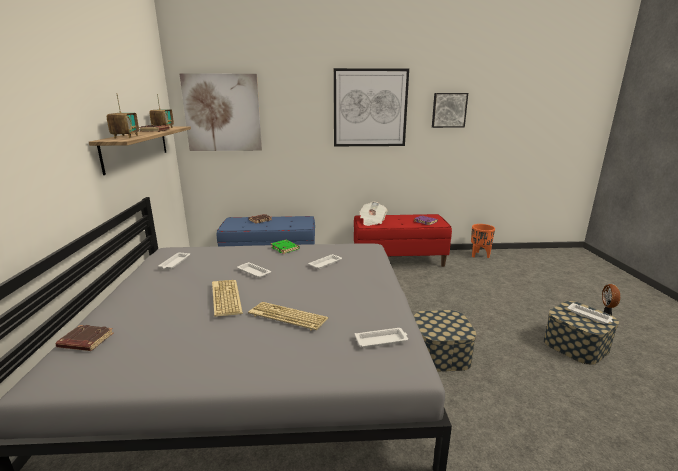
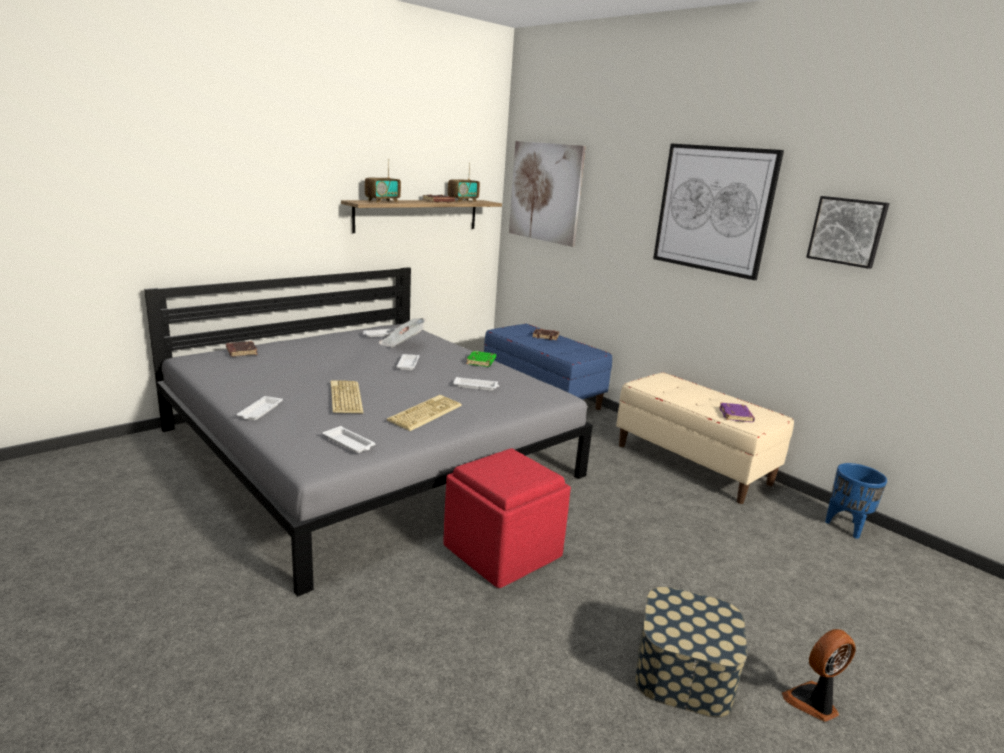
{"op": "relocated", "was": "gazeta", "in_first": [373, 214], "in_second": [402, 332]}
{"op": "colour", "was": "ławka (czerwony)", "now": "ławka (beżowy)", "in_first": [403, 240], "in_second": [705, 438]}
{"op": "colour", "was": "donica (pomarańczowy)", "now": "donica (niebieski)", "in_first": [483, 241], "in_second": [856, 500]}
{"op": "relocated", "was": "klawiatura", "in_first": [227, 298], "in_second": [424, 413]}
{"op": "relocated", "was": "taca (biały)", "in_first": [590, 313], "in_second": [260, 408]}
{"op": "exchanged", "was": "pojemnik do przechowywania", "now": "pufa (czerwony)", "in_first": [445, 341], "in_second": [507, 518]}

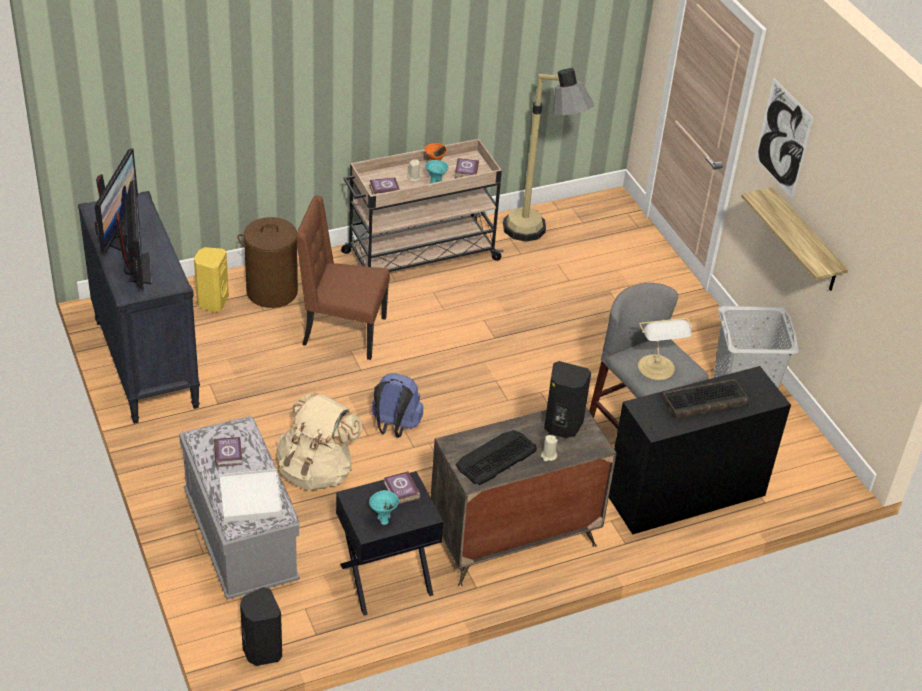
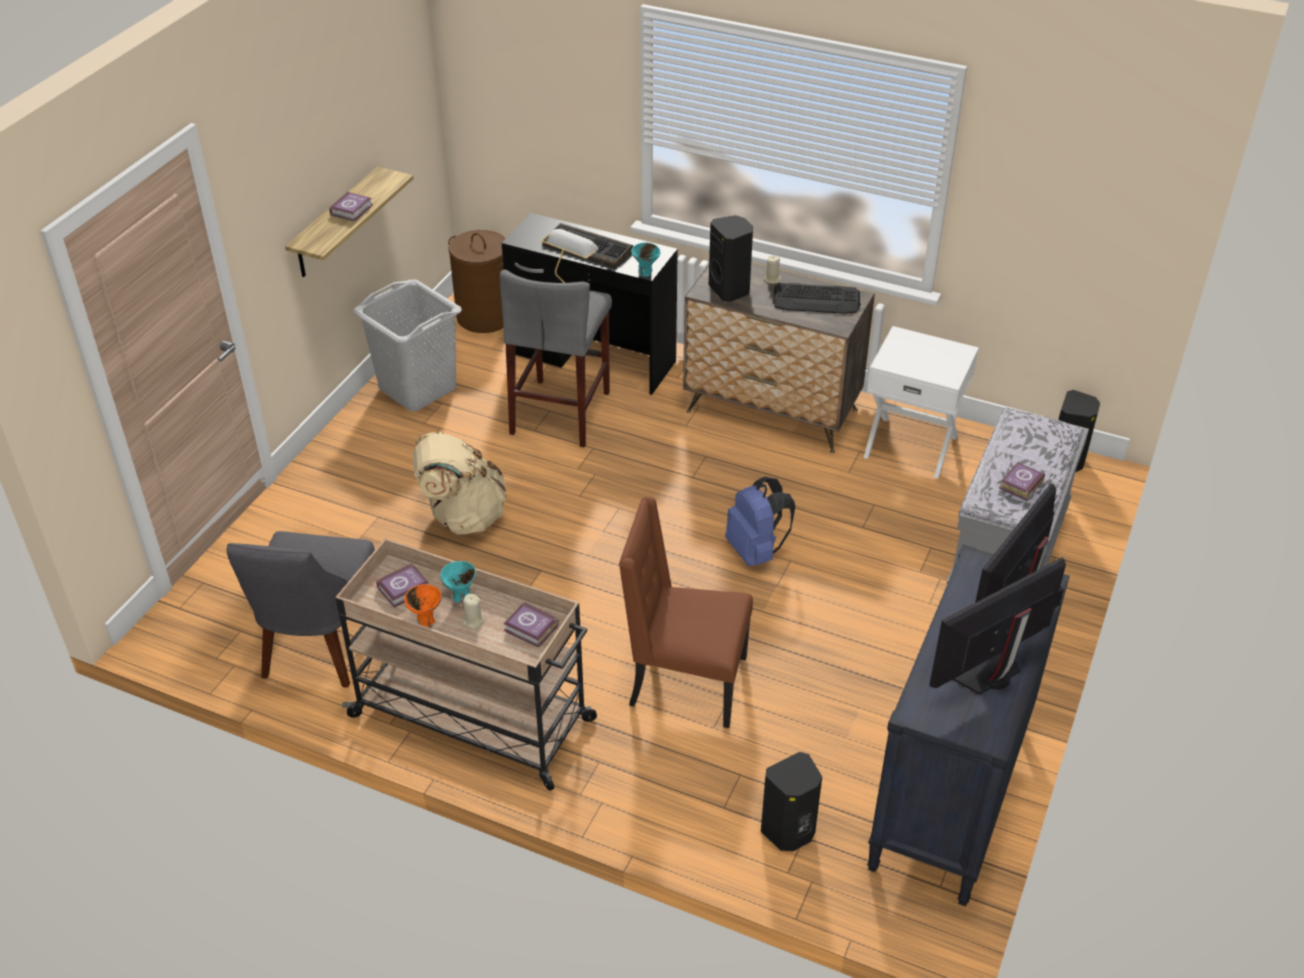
{"op": "exchanged", "was": "lampa stojąca", "now": "krzesło (szary)", "in_first": [549, 155], "in_second": [300, 609]}
{"op": "missing", "was": "obraz", "in_first": [784, 138]}
{"op": "spun", "was": "krzesło (brązowy)", "in_first": [343, 278], "in_second": [686, 612], "clockwise": 135}
{"op": "relocated", "was": "kosz na pranie (brązowy)", "in_first": [268, 262], "in_second": [477, 281]}
{"op": "colour", "was": "głośnik (żółty)", "now": "głośnik (czarny)", "in_first": [211, 280], "in_second": [791, 801]}
{"op": "relocated", "was": "plecak (beżowy)", "in_first": [319, 441], "in_second": [460, 483]}
{"op": "missing", "was": "taca (biały)", "in_first": [250, 496]}
{"op": "colour", "was": "szafka nocna (czarny)", "now": "szafka nocna (biały)", "in_first": [389, 543], "in_second": [921, 402]}
{"op": "relocated", "was": "książka", "in_first": [401, 488], "in_second": [351, 206]}
{"op": "relocated", "was": "miska (turkusowy)", "in_first": [384, 507], "in_second": [645, 259]}

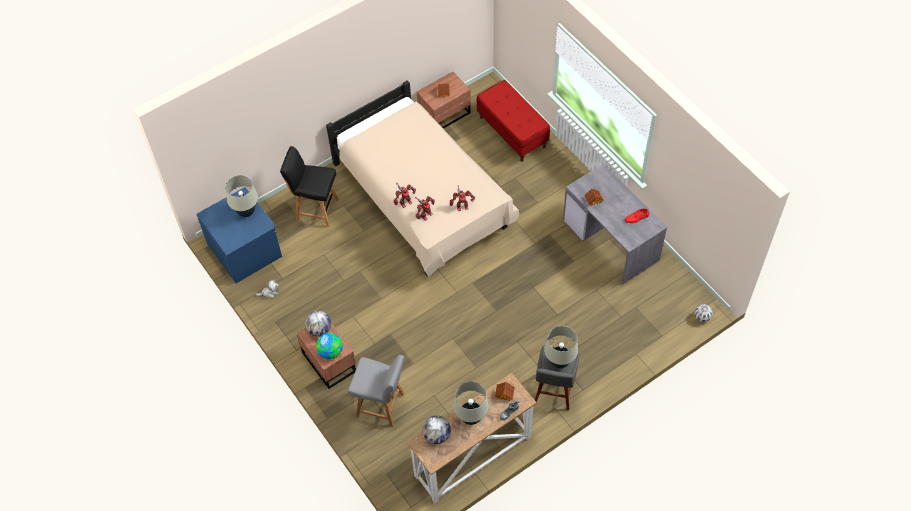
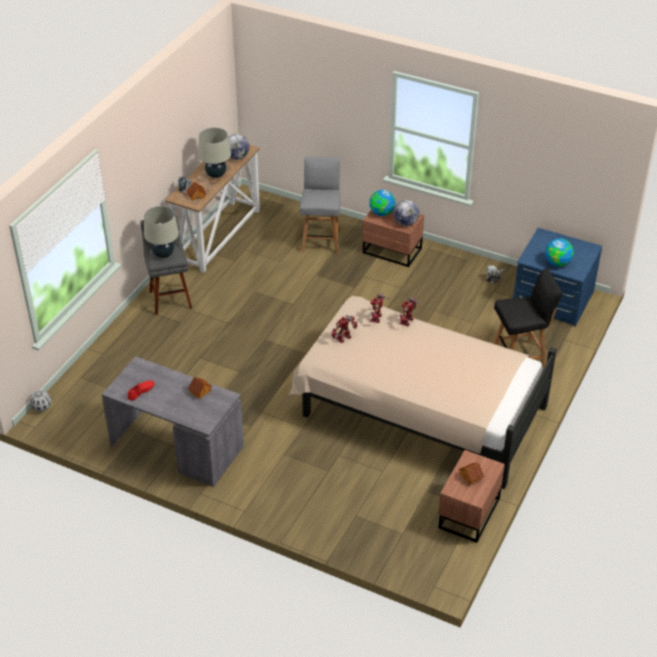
{"op": "missing", "was": "ławka (czerwony)", "in_first": [513, 121]}
{"op": "exchanged", "was": "lampa stołowa (beżowy)", "now": "globus", "in_first": [241, 196], "in_second": [559, 252]}
{"op": "spun", "was": "krzesło (szary)", "in_first": [376, 391], "in_second": [320, 205], "clockwise": 105}

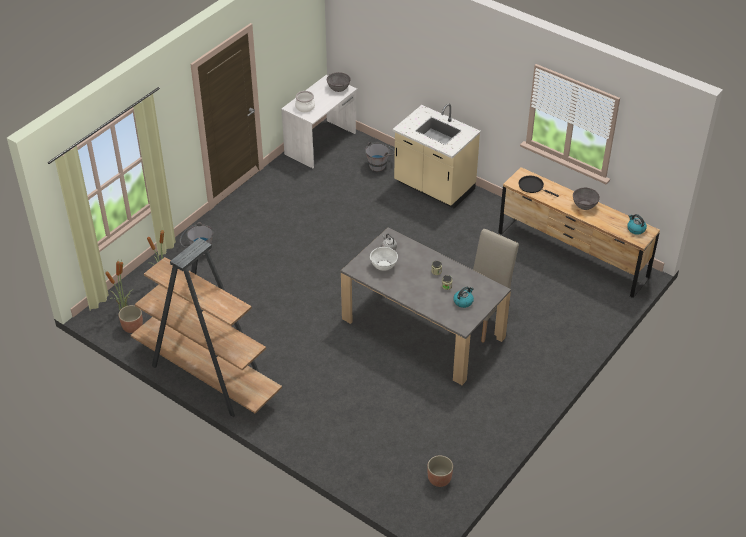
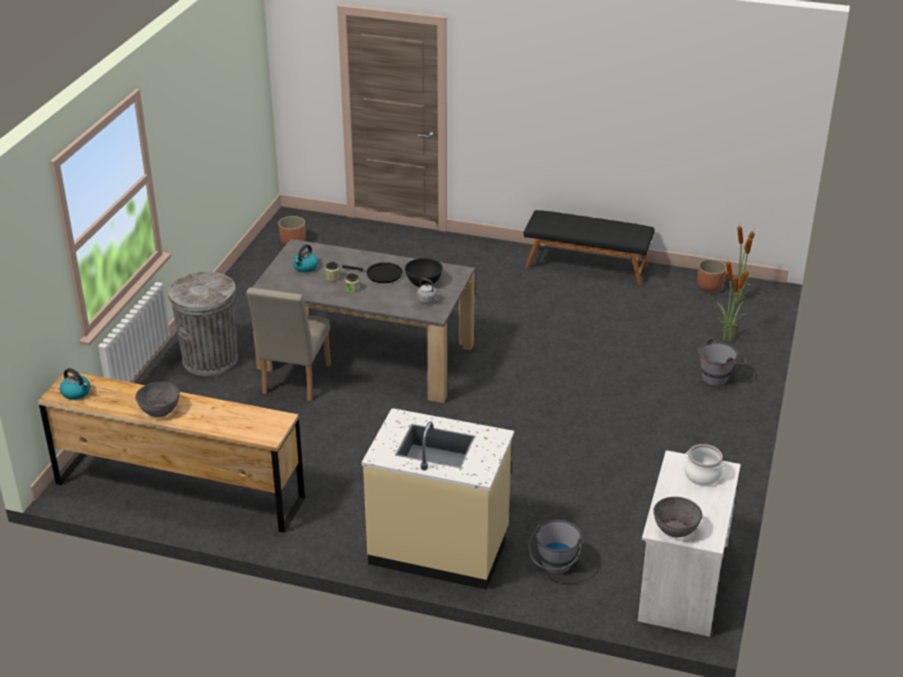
{"op": "relocated", "was": "patelnia (czarny)", "in_first": [539, 186], "in_second": [372, 272]}
{"op": "exchanged", "was": "regał (brązowy)", "now": "ławka (czarny)", "in_first": [206, 327], "in_second": [589, 248]}
{"op": "colour", "was": "miska (biały)", "now": "miska (czarny)", "in_first": [384, 259], "in_second": [424, 272]}
{"op": "appeared", "now": "kosz na śmieci (szary)", "in_second": [203, 324]}

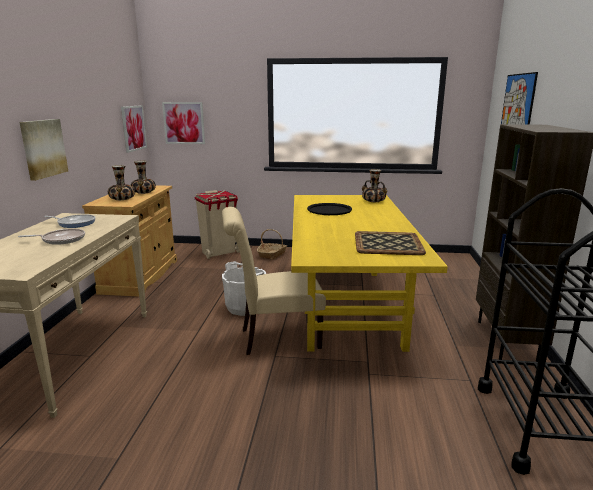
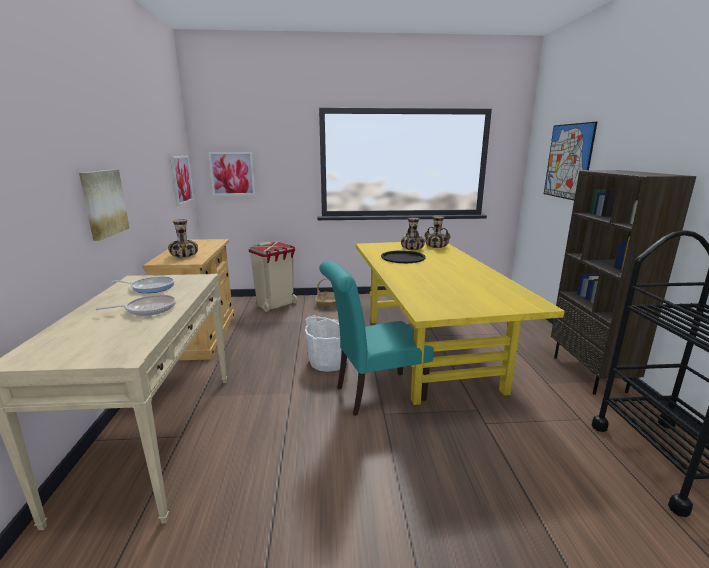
{"op": "relocated", "was": "wazon", "in_first": [143, 177], "in_second": [413, 233]}
{"op": "colour", "was": "krzesło (beżowy)", "now": "krzesło (turkusowy)", "in_first": [274, 281], "in_second": [376, 338]}
{"op": "missing", "was": "taca", "in_first": [390, 243]}

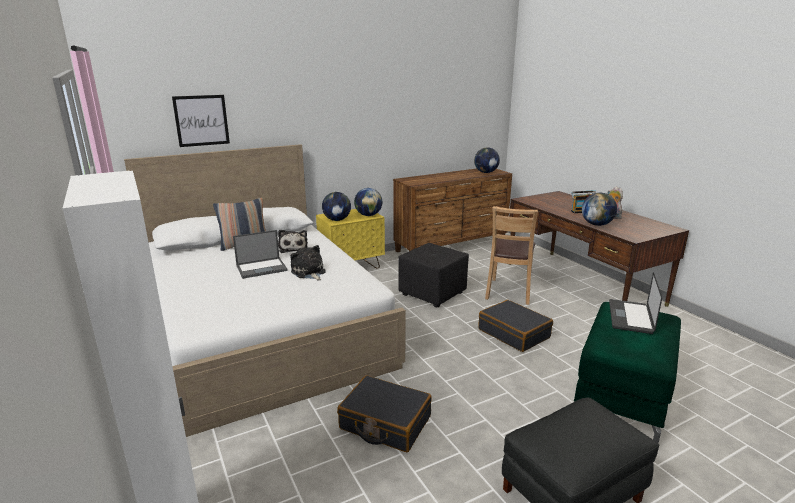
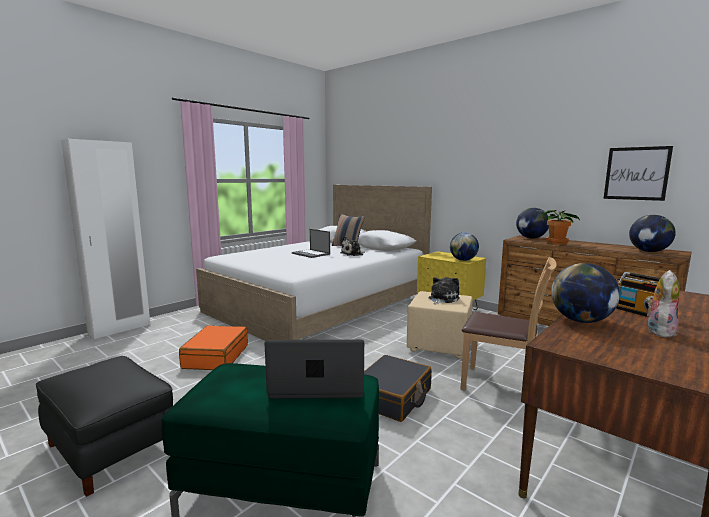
{"op": "relocated", "was": "obraz", "in_first": [201, 121], "in_second": [638, 173]}
{"op": "relocated", "was": "globus", "in_first": [336, 206], "in_second": [532, 223]}
{"op": "spun", "was": "krzesło (brązowy)", "in_first": [511, 255], "in_second": [509, 324], "clockwise": -150}
{"op": "colour", "was": "pufa (czarny)", "now": "pufa (beżowy)", "in_first": [433, 275], "in_second": [440, 325]}
{"op": "relocated", "was": "pluszak", "in_first": [308, 263], "in_second": [444, 291]}
{"op": "colour", "was": "walizka (czarny)", "now": "walizka (pomarańczowy)", "in_first": [384, 413], "in_second": [213, 348]}
{"op": "appeared", "now": "roślina doniczkowa", "in_second": [562, 227]}

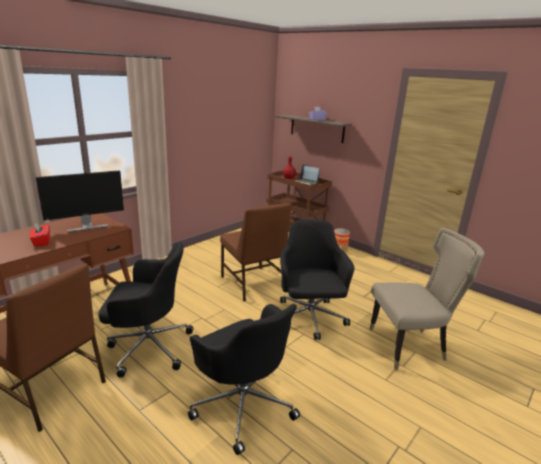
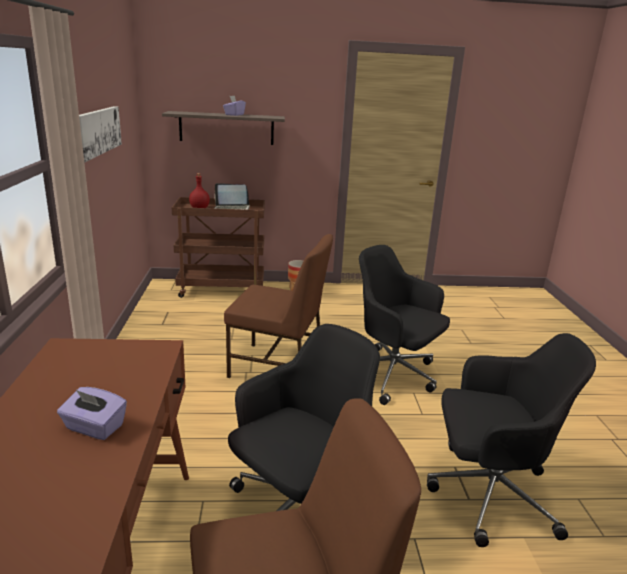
{"op": "missing", "was": "monitor", "in_first": [80, 201]}
{"op": "colour", "was": "pudełko chusteczek (czerwony)", "now": "pudełko chusteczek (fioletowy)", "in_first": [40, 234], "in_second": [92, 413]}
{"op": "missing", "was": "krzesło (beżowy)", "in_first": [427, 298]}
{"op": "appeared", "now": "obraz", "in_second": [100, 134]}

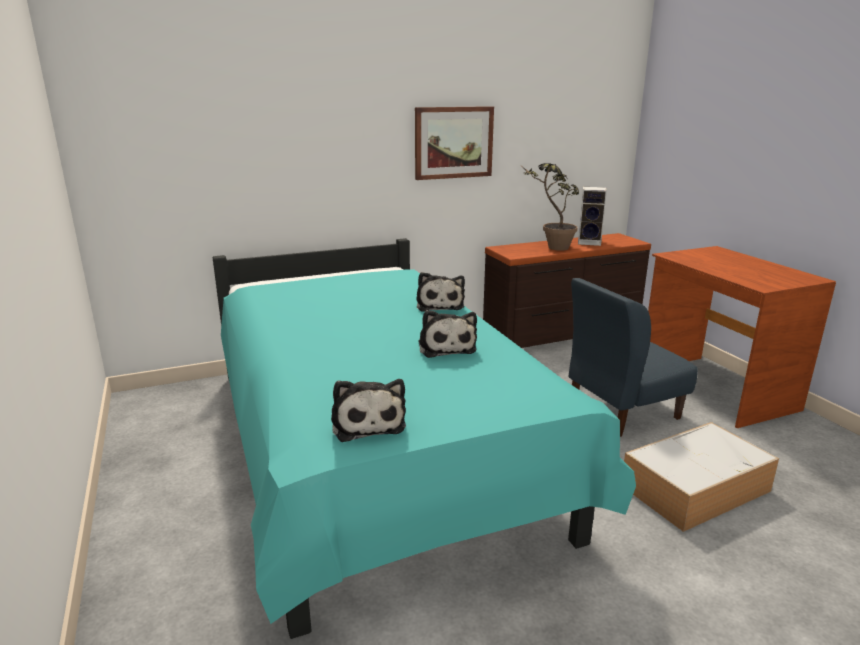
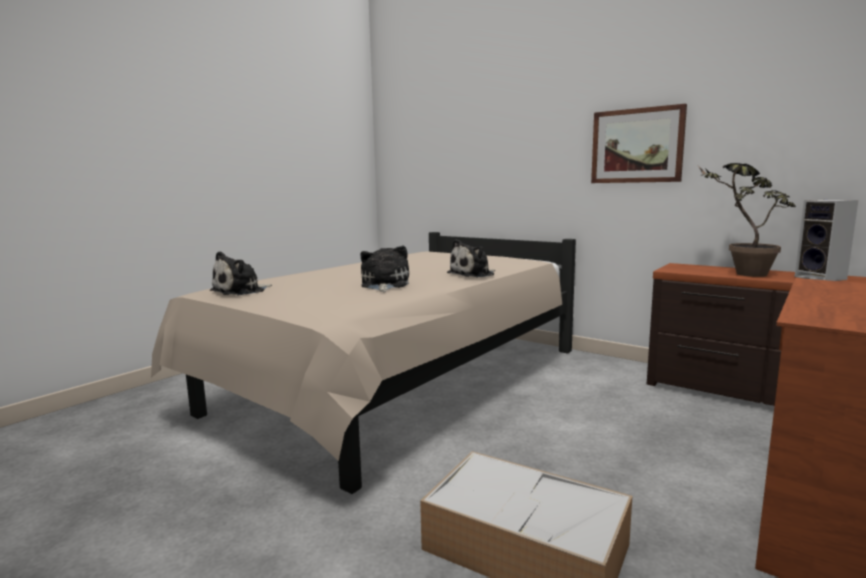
{"op": "colour", "was": "łóżko (turkusowy)", "now": "łóżko (beżowy)", "in_first": [424, 438], "in_second": [363, 363]}
{"op": "missing", "was": "krzesło (niebieski)", "in_first": [633, 357]}
{"op": "spun", "was": "pluszak", "in_first": [447, 334], "in_second": [384, 269], "clockwise": 135}

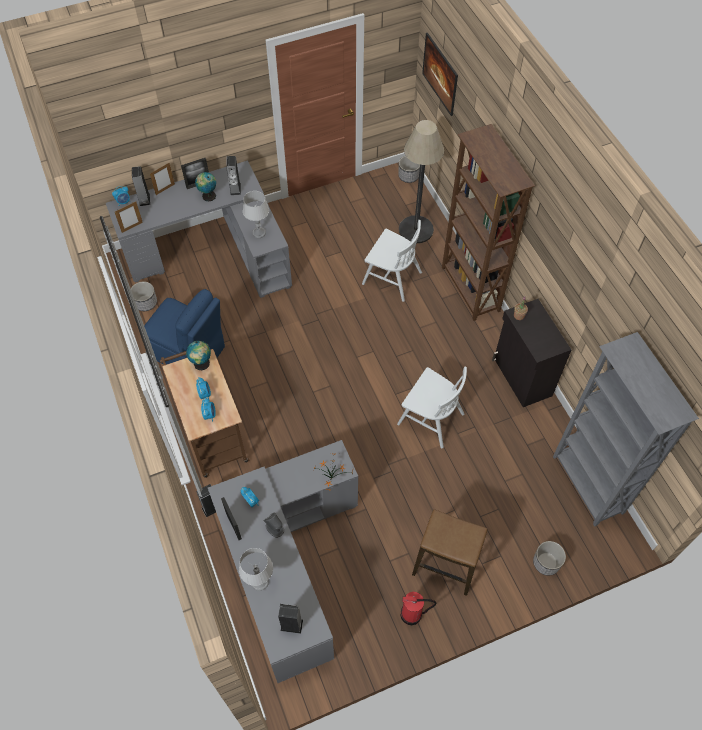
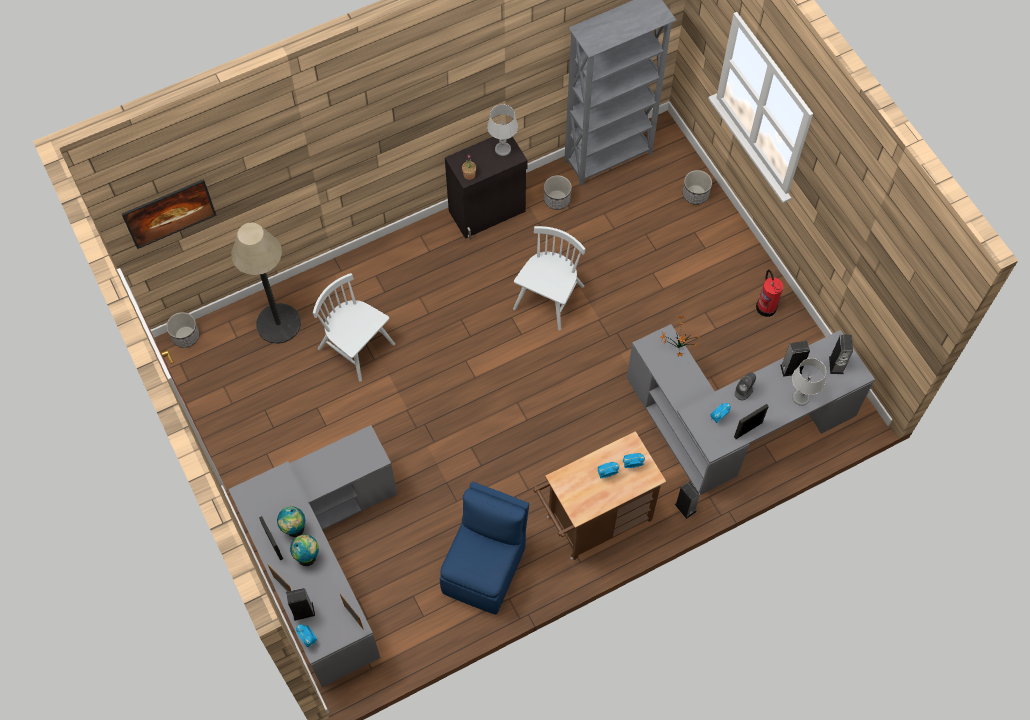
{"op": "missing", "was": "regał (brązowy)", "in_first": [488, 222]}
{"op": "relocated", "was": "głośnik", "in_first": [233, 175], "in_second": [795, 359]}
{"op": "relocated", "was": "lampa stołowa (szary)", "in_first": [256, 214], "in_second": [502, 130]}
{"op": "spun", "was": "krzesło (biały)", "in_first": [392, 261], "in_second": [354, 327], "clockwise": -75}
{"op": "relocated", "was": "donica", "in_first": [144, 296], "in_second": [558, 192]}
{"op": "relocated", "was": "globus", "in_first": [198, 355], "in_second": [304, 550]}
{"op": "missing", "was": "stołek", "in_first": [449, 553]}

